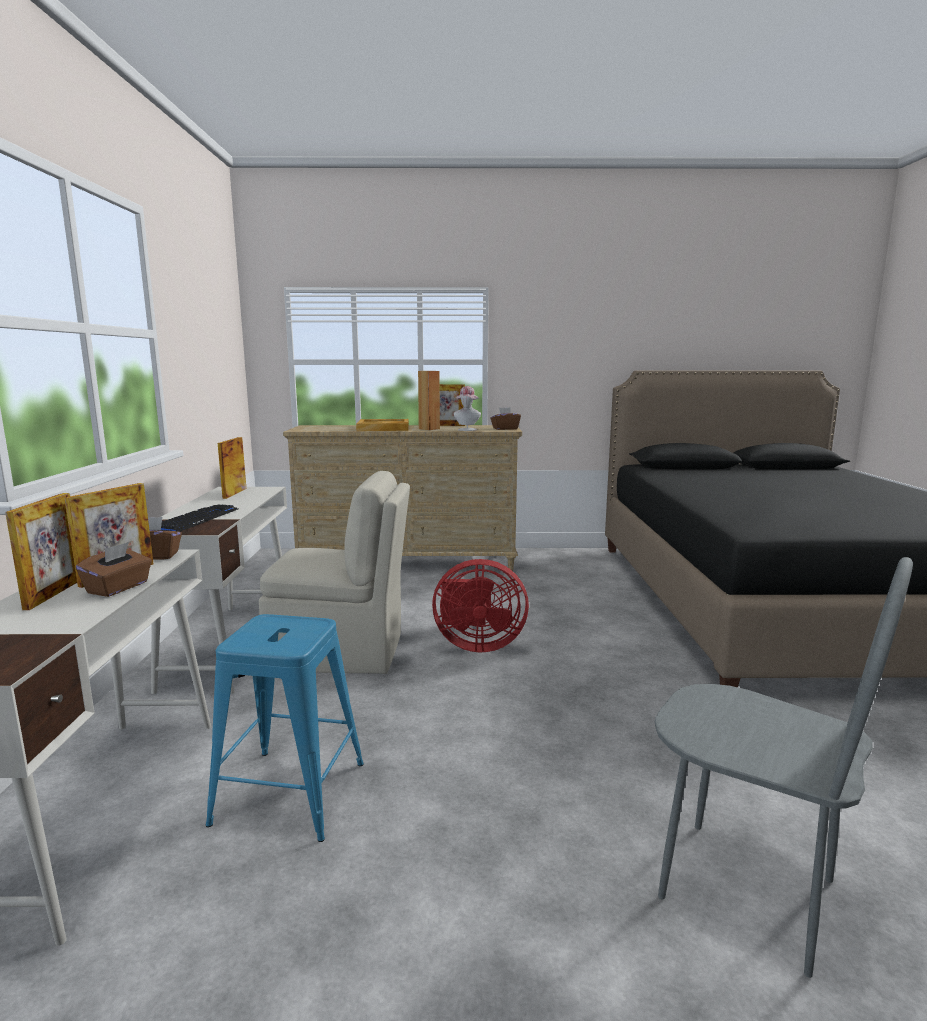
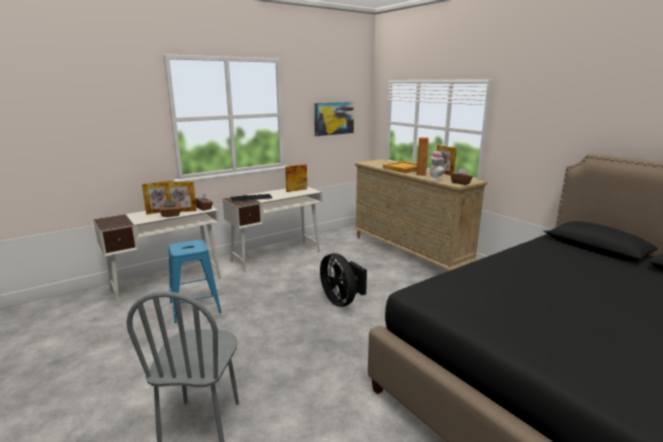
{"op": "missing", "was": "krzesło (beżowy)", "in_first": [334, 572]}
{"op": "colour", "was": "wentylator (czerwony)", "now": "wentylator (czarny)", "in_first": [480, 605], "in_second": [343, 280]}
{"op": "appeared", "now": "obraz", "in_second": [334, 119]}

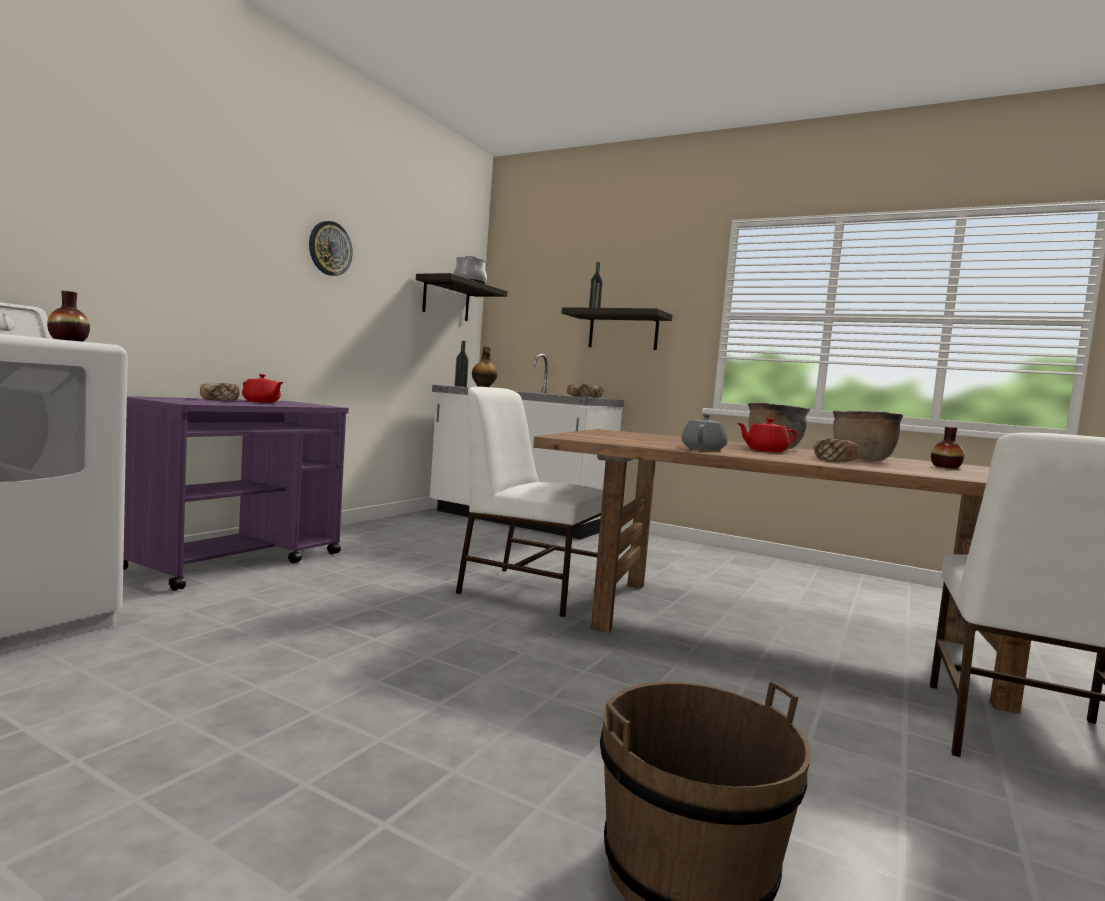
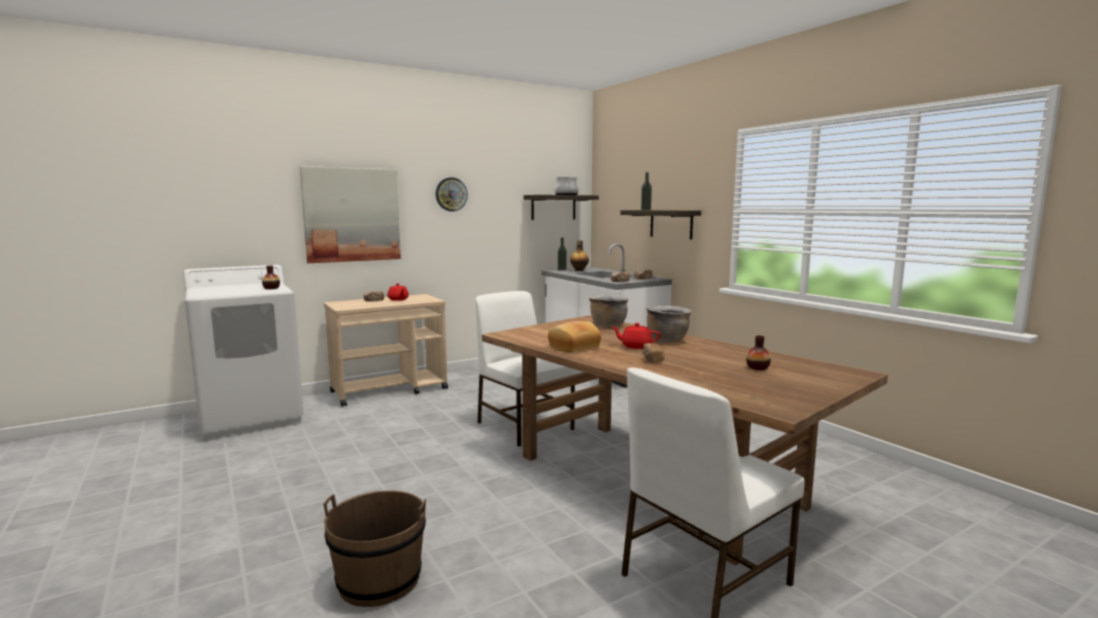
{"op": "colour", "was": "wózek (fioletowy)", "now": "wózek (beżowy)", "in_first": [236, 493], "in_second": [386, 350]}
{"op": "relocated", "was": "garnek (brązowy)", "in_first": [868, 436], "in_second": [609, 311]}
{"op": "exchanged", "was": "imbryk (szary)", "now": "chleb", "in_first": [704, 432], "in_second": [574, 336]}
{"op": "appeared", "now": "obraz", "in_second": [350, 214]}

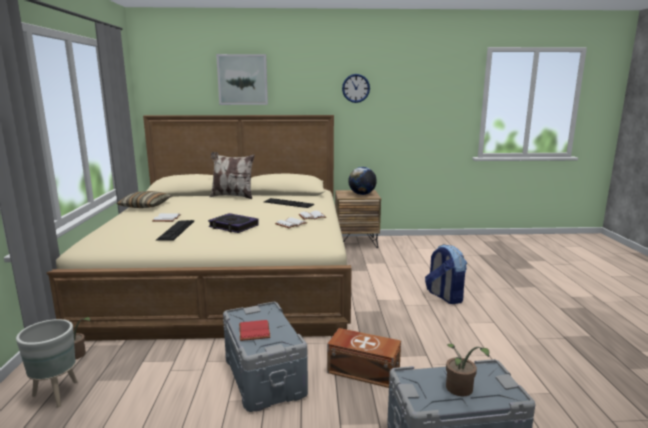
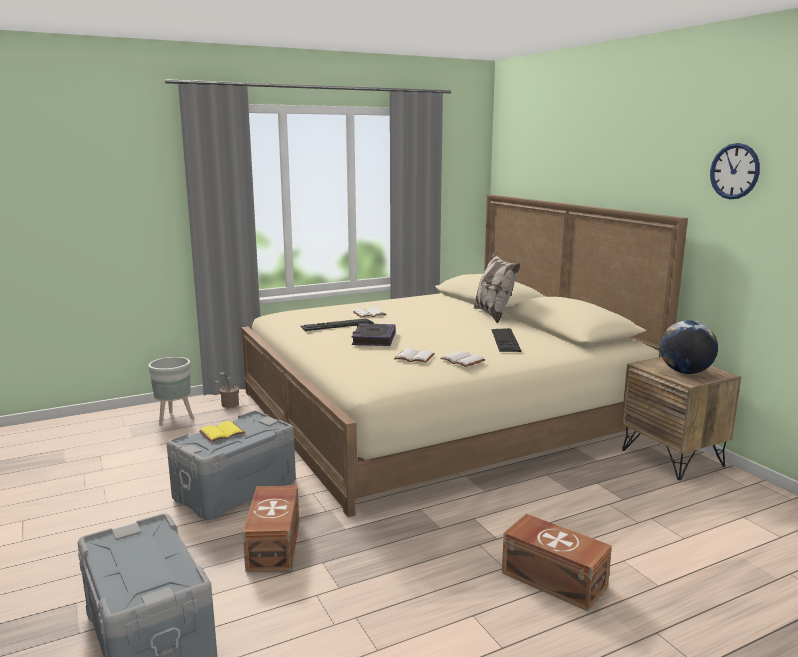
{"op": "missing", "was": "obraz", "in_first": [242, 79]}
{"op": "missing", "was": "poduszka", "in_first": [144, 199]}
{"op": "exchanged", "was": "plecak", "now": "pojemnik do przechowywania (brązowy)", "in_first": [446, 274], "in_second": [557, 562]}
{"op": "colour", "was": "książka (czerwony)", "now": "książka (żółty)", "in_first": [255, 330], "in_second": [222, 431]}
{"op": "missing", "was": "roślina doniczkowa", "in_first": [467, 370]}

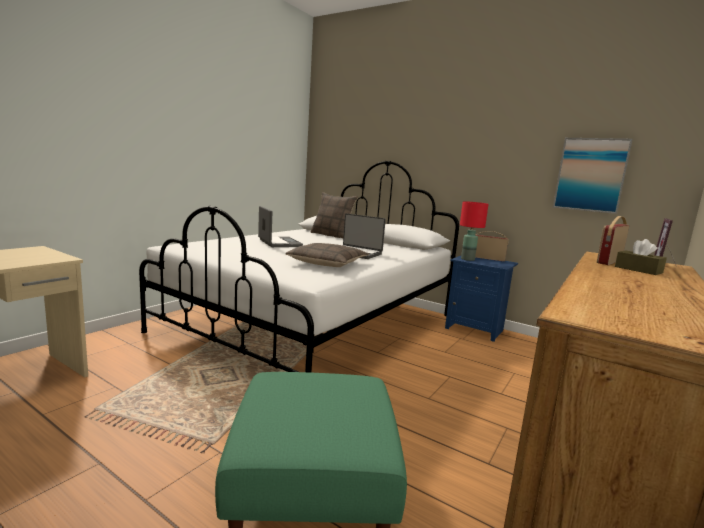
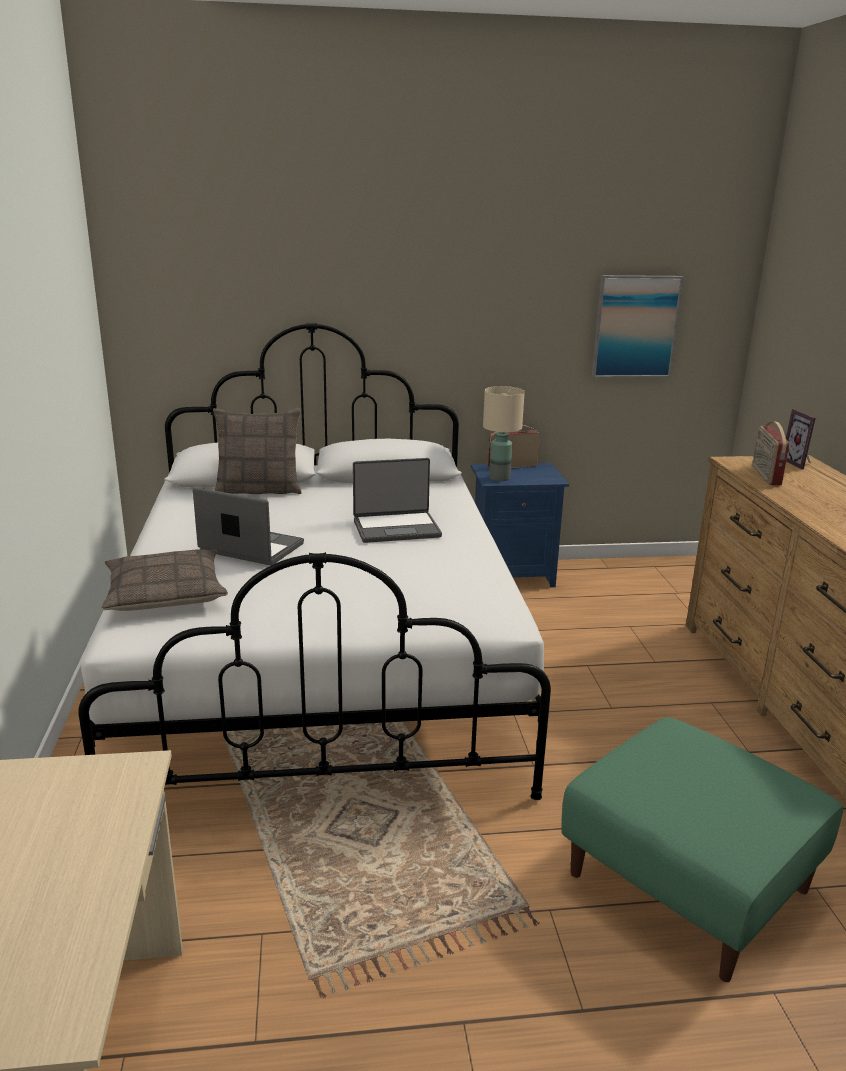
{"op": "colour", "was": "lampa stołowa (czerwony)", "now": "lampa stołowa (beżowy)", "in_first": [474, 231], "in_second": [504, 433]}
{"op": "missing", "was": "pudełko chusteczek (brązowy)", "in_first": [641, 257]}
{"op": "relocated", "was": "poduszka", "in_first": [327, 255], "in_second": [165, 580]}

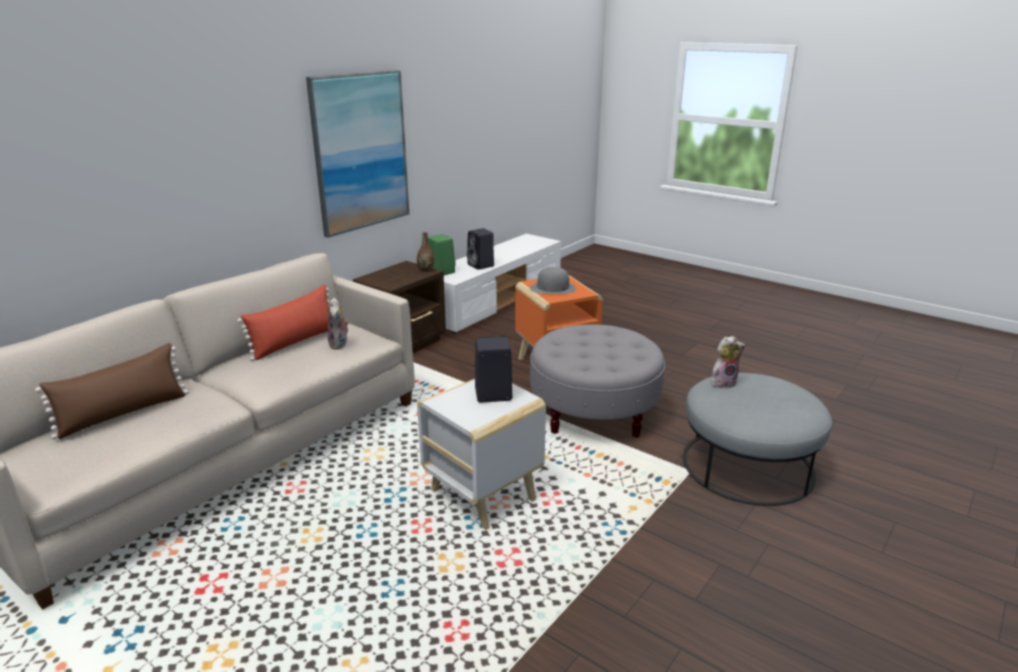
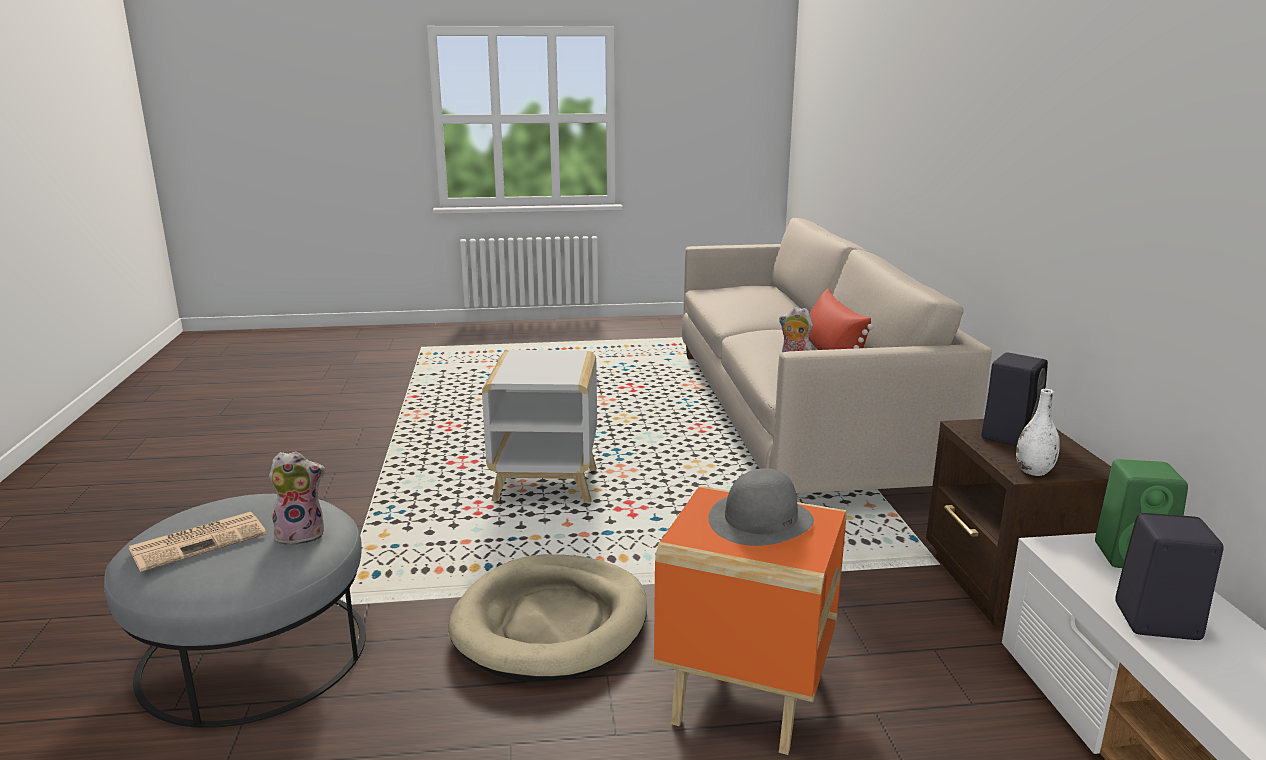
{"op": "missing", "was": "obraz", "in_first": [357, 154]}
{"op": "colour", "was": "wazon (brązowy)", "now": "wazon (biały)", "in_first": [425, 252], "in_second": [1038, 432]}
{"op": "exchanged", "was": "pufa (szary)", "now": "legowisko (beżowy)", "in_first": [597, 381], "in_second": [548, 617]}
{"op": "relocated", "was": "głośnik (czarny)", "in_first": [493, 369], "in_second": [1014, 399]}
{"op": "spun", "was": "pluszak", "in_first": [728, 362], "in_second": [297, 498], "clockwise": -135}
{"op": "missing", "was": "poduszka (brązowy)", "in_first": [112, 391]}
{"op": "appeared", "now": "gazeta", "in_second": [197, 542]}

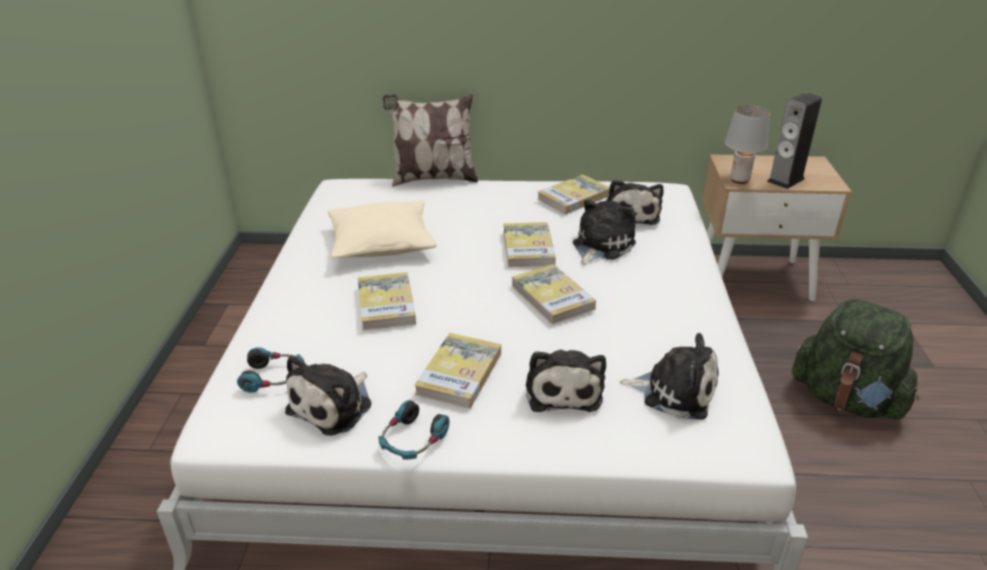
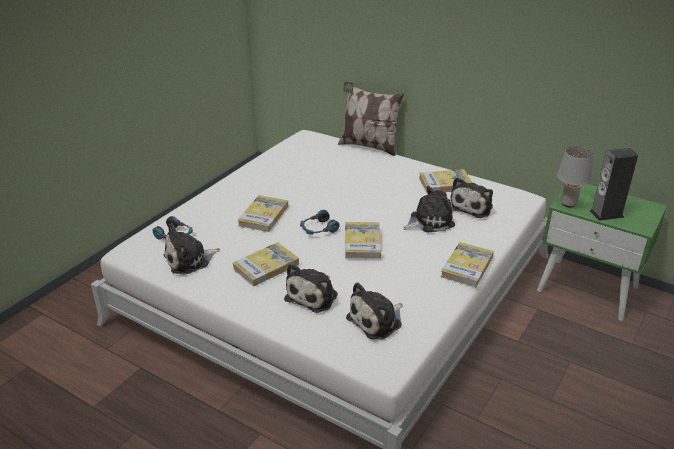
{"op": "colour", "was": "szafka nocna (beżowy)", "now": "szafka nocna (zielony)", "in_first": [777, 227], "in_second": [602, 252]}
{"op": "missing", "was": "poduszka (beżowy)", "in_first": [382, 229]}
{"op": "relocated", "was": "książka", "in_first": [529, 244], "in_second": [467, 264]}
{"op": "missing", "was": "plecak (zielony)", "in_first": [856, 359]}
{"op": "spun", "was": "pluszak", "in_first": [669, 376], "in_second": [374, 310], "clockwise": 90}
{"op": "relocated", "was": "słuchawki", "in_first": [413, 429], "in_second": [320, 222]}

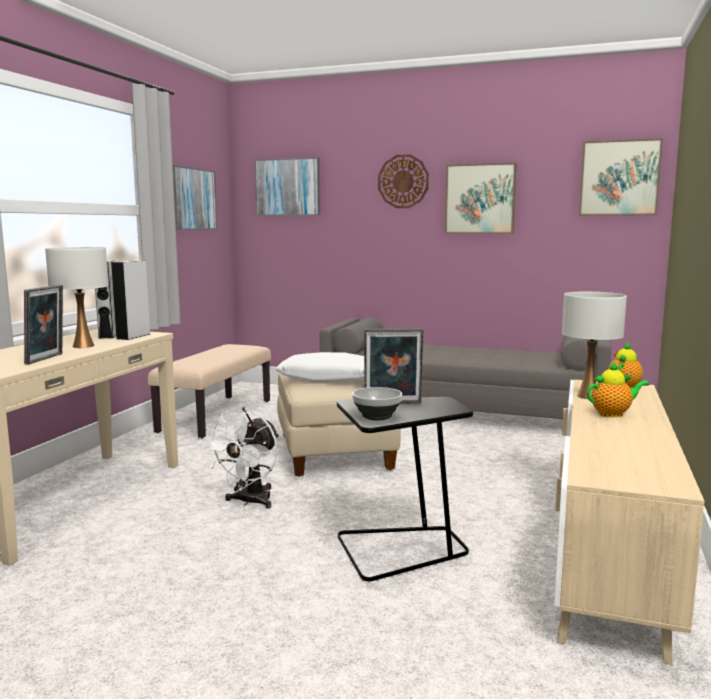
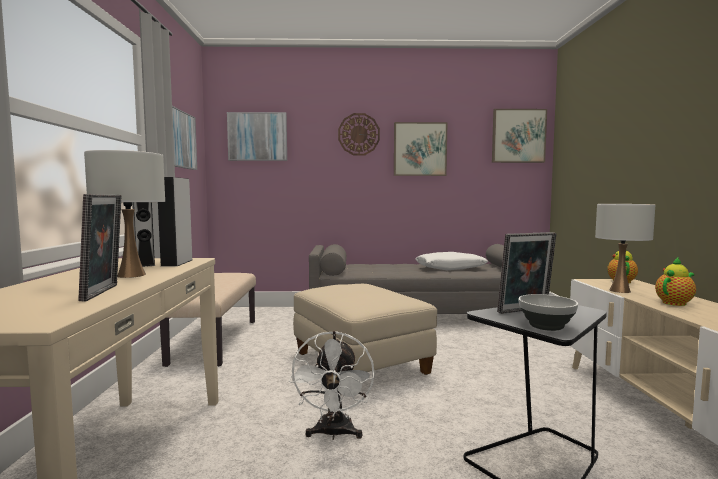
{"op": "relocated", "was": "poduszka (biały)", "in_first": [320, 367], "in_second": [451, 261]}

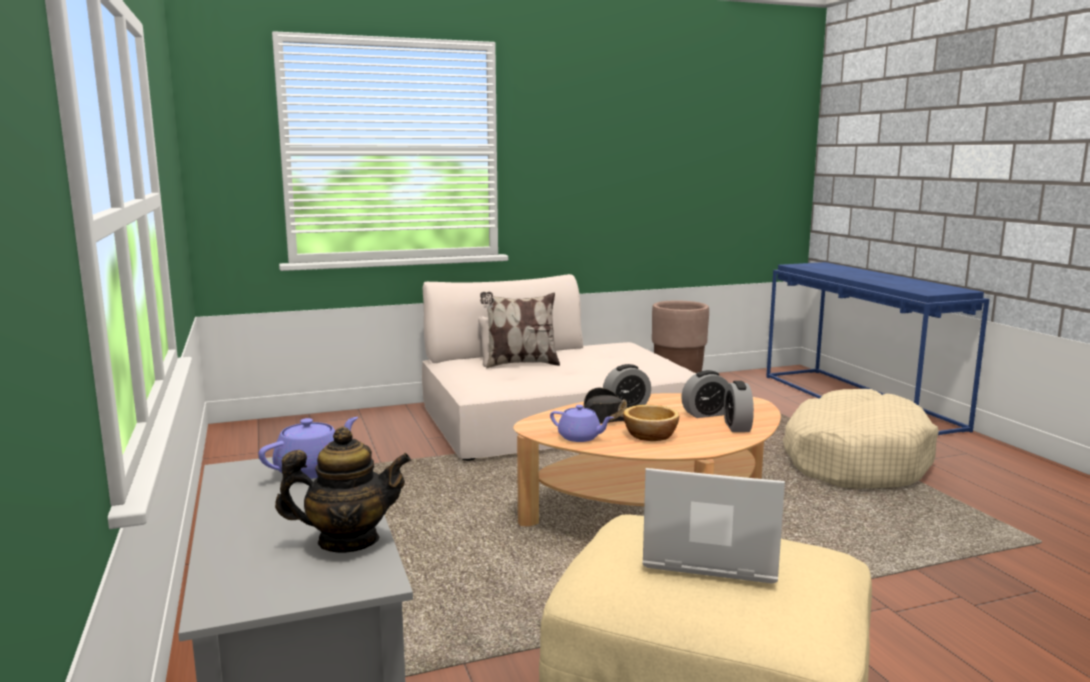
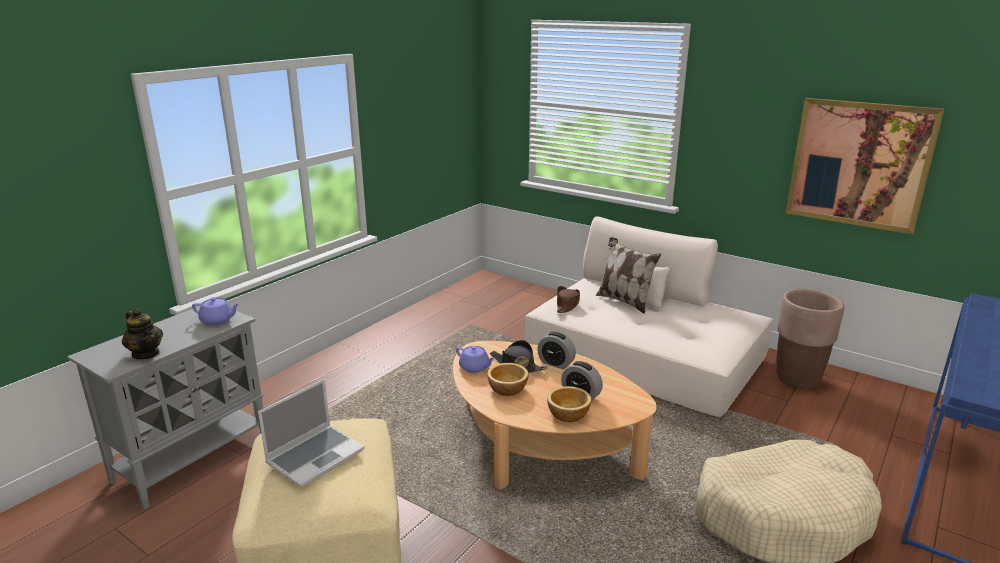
{"op": "exchanged", "was": "budzik", "now": "miska", "in_first": [739, 406], "in_second": [569, 404]}
{"op": "spun", "was": "imbryk (fioletowy)", "in_first": [582, 423], "in_second": [475, 359], "clockwise": -45}
{"op": "spun", "was": "laptop", "in_first": [713, 525], "in_second": [311, 433], "clockwise": 60}
{"op": "appeared", "now": "obraz", "in_second": [865, 166]}
{"op": "appeared", "now": "kapelusz (brązowy)", "in_second": [568, 299]}

